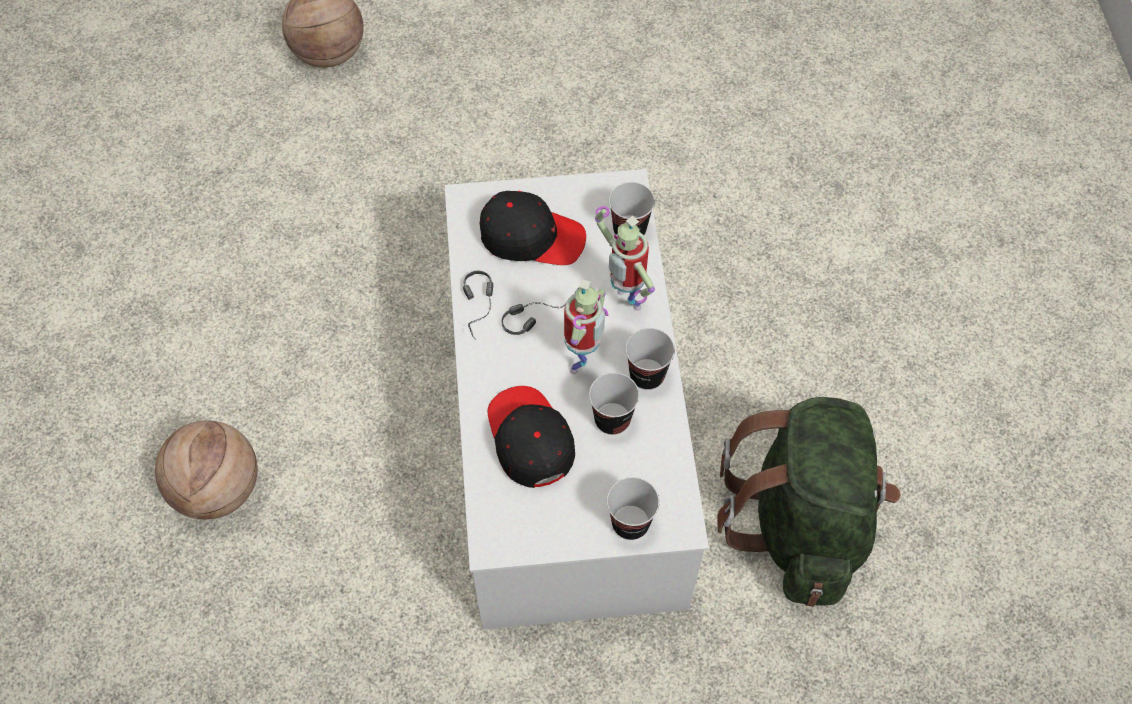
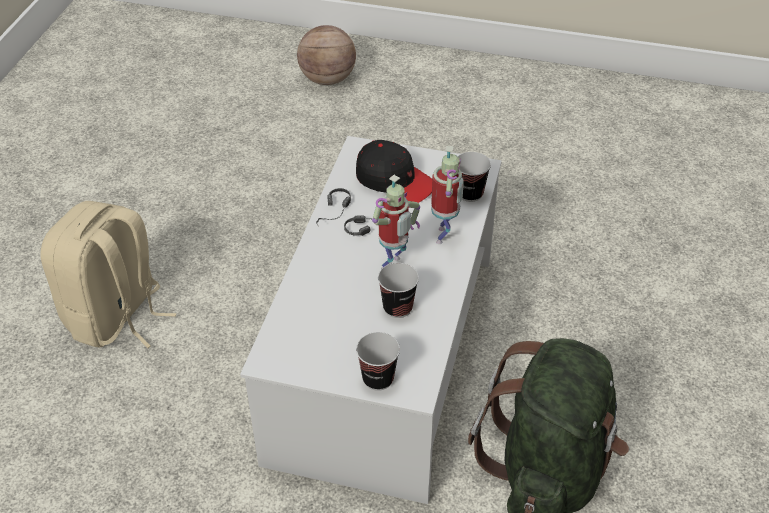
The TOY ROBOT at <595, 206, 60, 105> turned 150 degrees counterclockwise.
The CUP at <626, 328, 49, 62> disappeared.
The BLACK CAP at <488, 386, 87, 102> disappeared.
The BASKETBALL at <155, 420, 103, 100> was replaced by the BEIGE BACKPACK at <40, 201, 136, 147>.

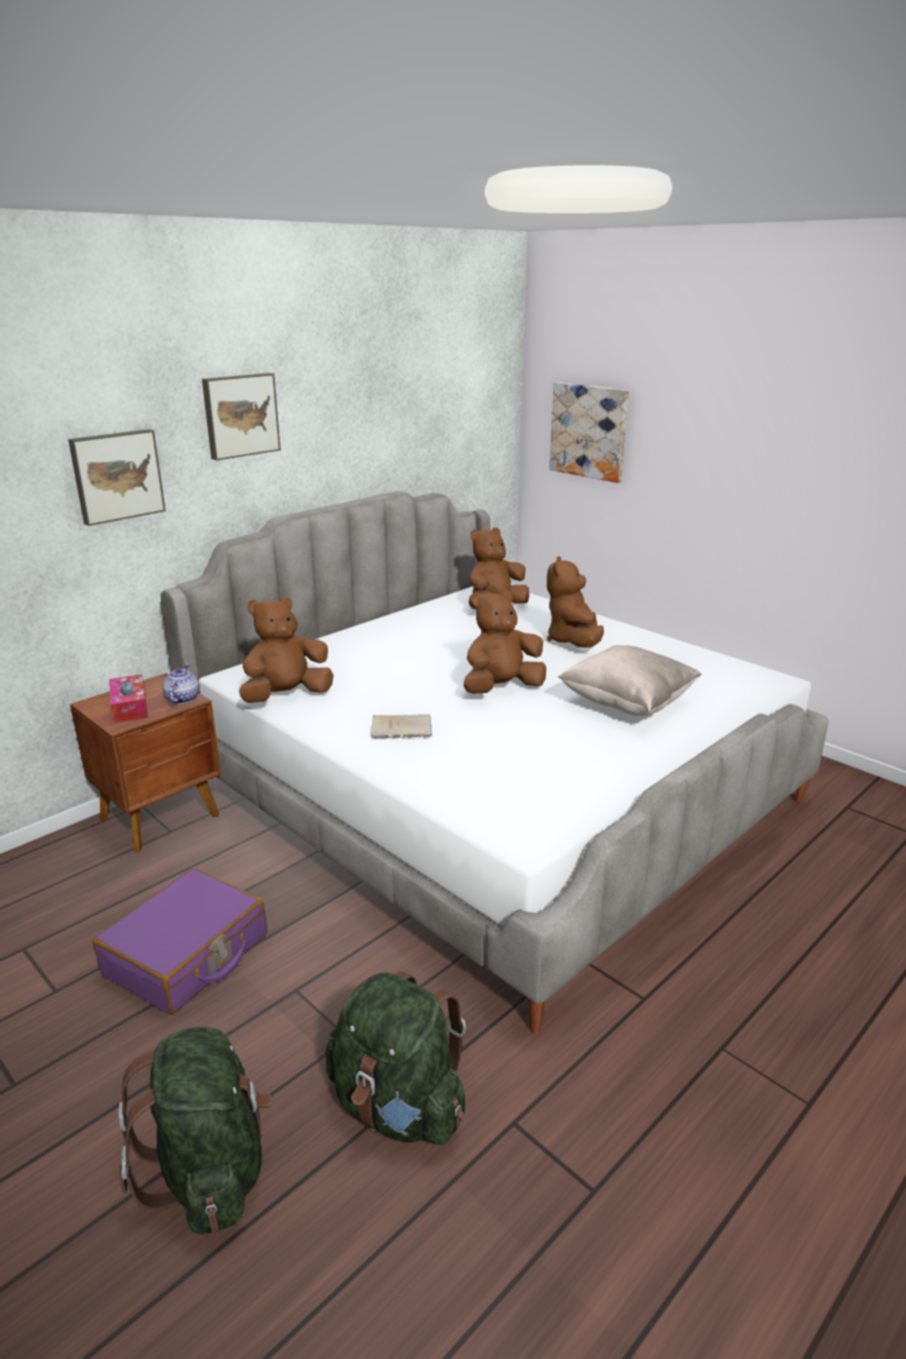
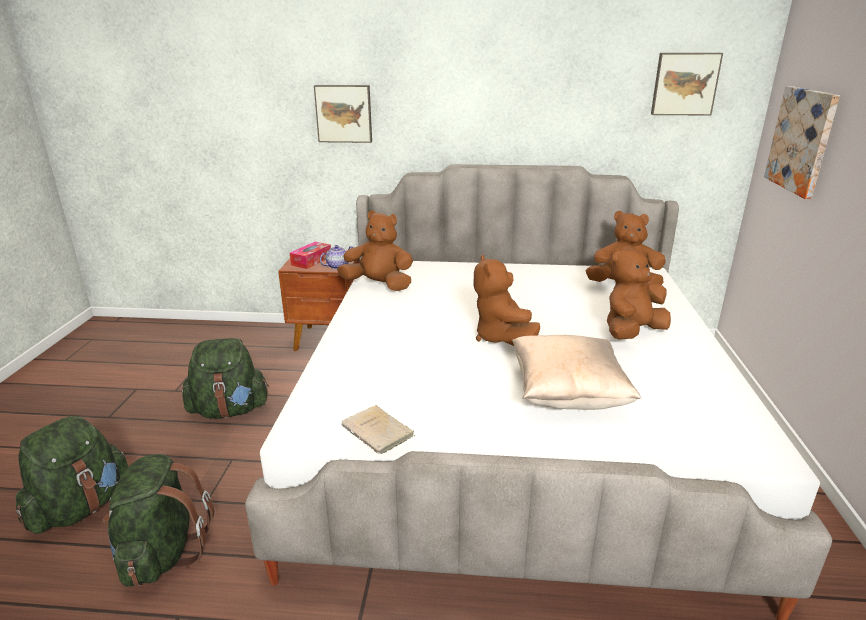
The PICTURE moved from <202, 373, 79, 87> to <651, 53, 72, 63>.
The BROWN PLUSH TOY at <464, 590, 82, 104> turned 120 degrees counterclockwise.
The BEIGE BOOK moved from <371, 714, 61, 24> to <341, 405, 75, 49>.
The PURPLE SUITCASE at <93, 868, 174, 147> was replaced by the GREEN BACKPACK at <182, 338, 87, 81>.

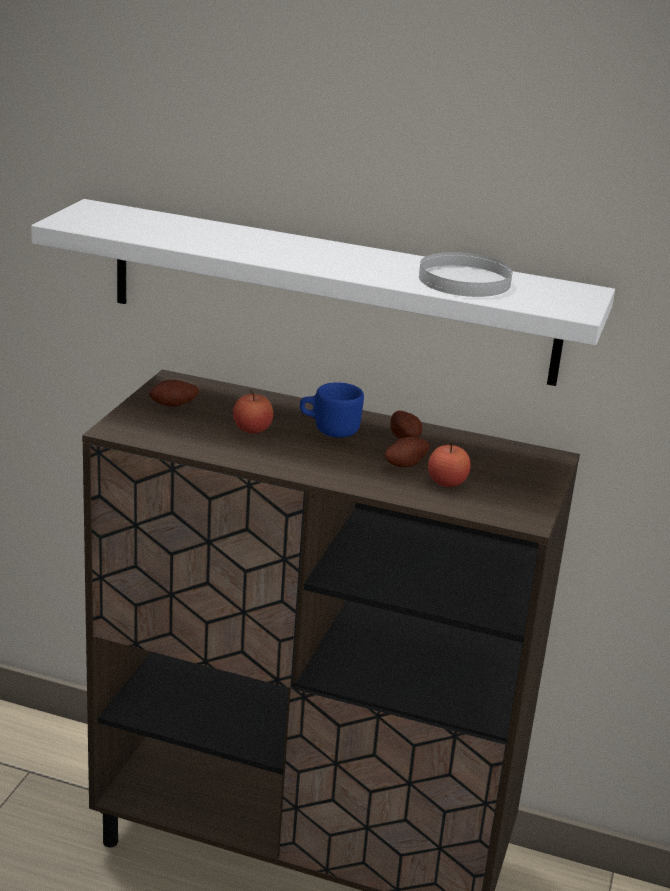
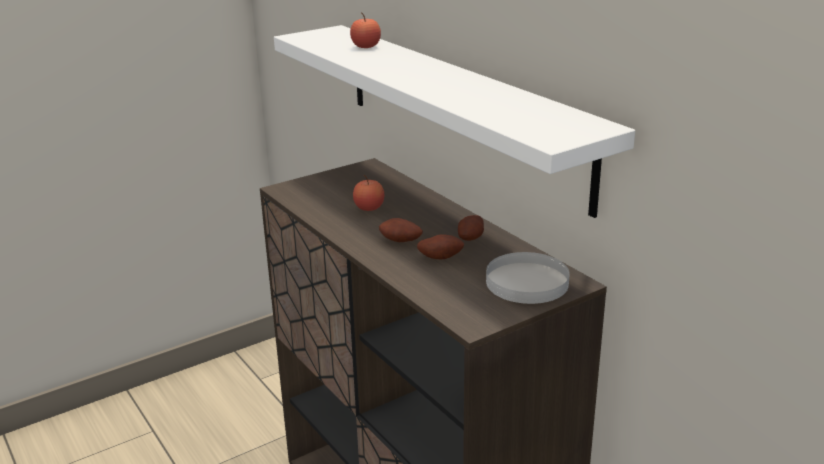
The WHITE PLATE moved from <419, 252, 94, 45> to <486, 252, 84, 52>.
The POTATO moved from <149, 380, 50, 27> to <379, 218, 44, 24>.
The BLUE MUG at <300, 382, 64, 56> disappeared.
The APPLE moved from <428, 441, 43, 46> to <350, 12, 31, 36>.

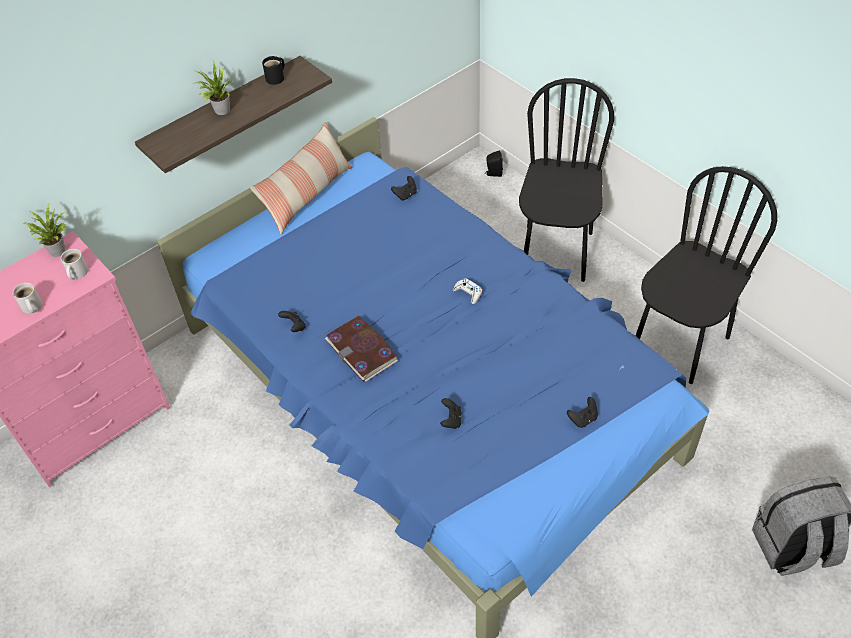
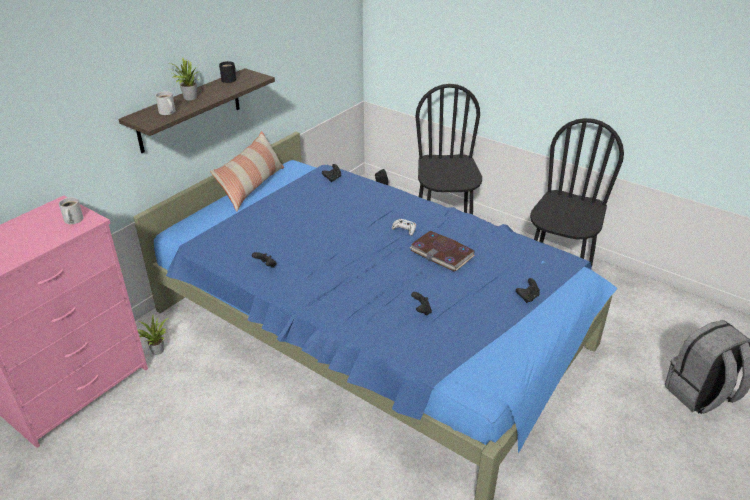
The POTTED PLANT moved from <24, 204, 43, 53> to <138, 315, 31, 40>.
The WHITE MUG moved from <13, 283, 29, 31> to <155, 91, 21, 24>.
The BOOK moved from <325, 316, 73, 66> to <409, 231, 66, 41>.

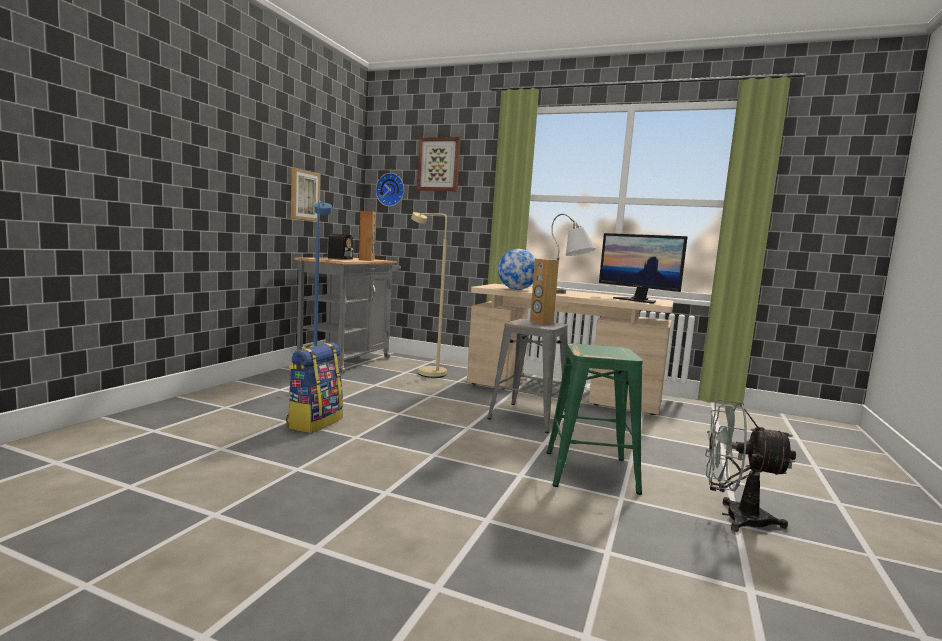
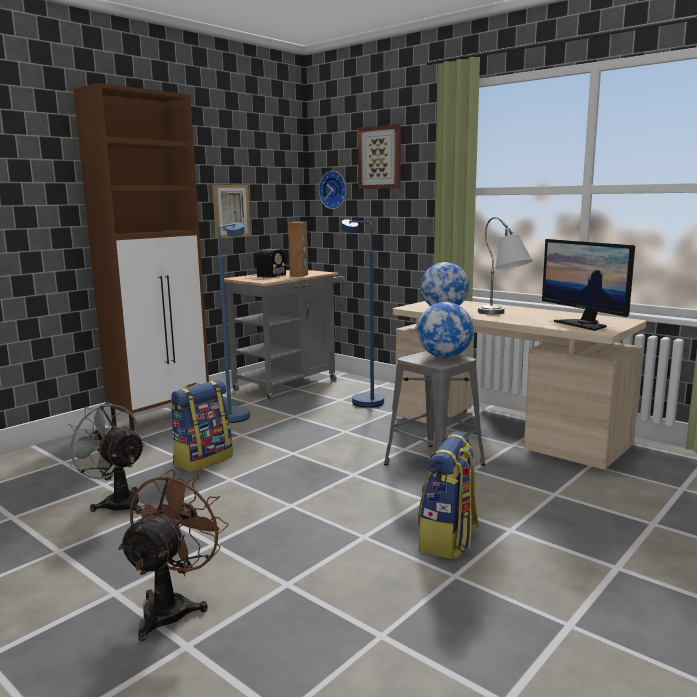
The BEIGE FLOOR LAMP at <411, 212, 36, 166> became the BLUE FLOOR LAMP at <341, 219, 43, 189>.
The BROWN SPEAKER at <530, 259, 29, 66> was replaced by the GLOBE at <417, 302, 56, 56>.
The GREEN STOOL at <546, 343, 97, 152> was replaced by the BACKPACK at <417, 431, 62, 128>.
The GREY FAN moved from <705, 400, 91, 132> to <62, 402, 84, 112>.
The BROWN CABINET at <73, 83, 136, 348> appeared.
The BROWN FAN at <118, 469, 110, 172> appeared.

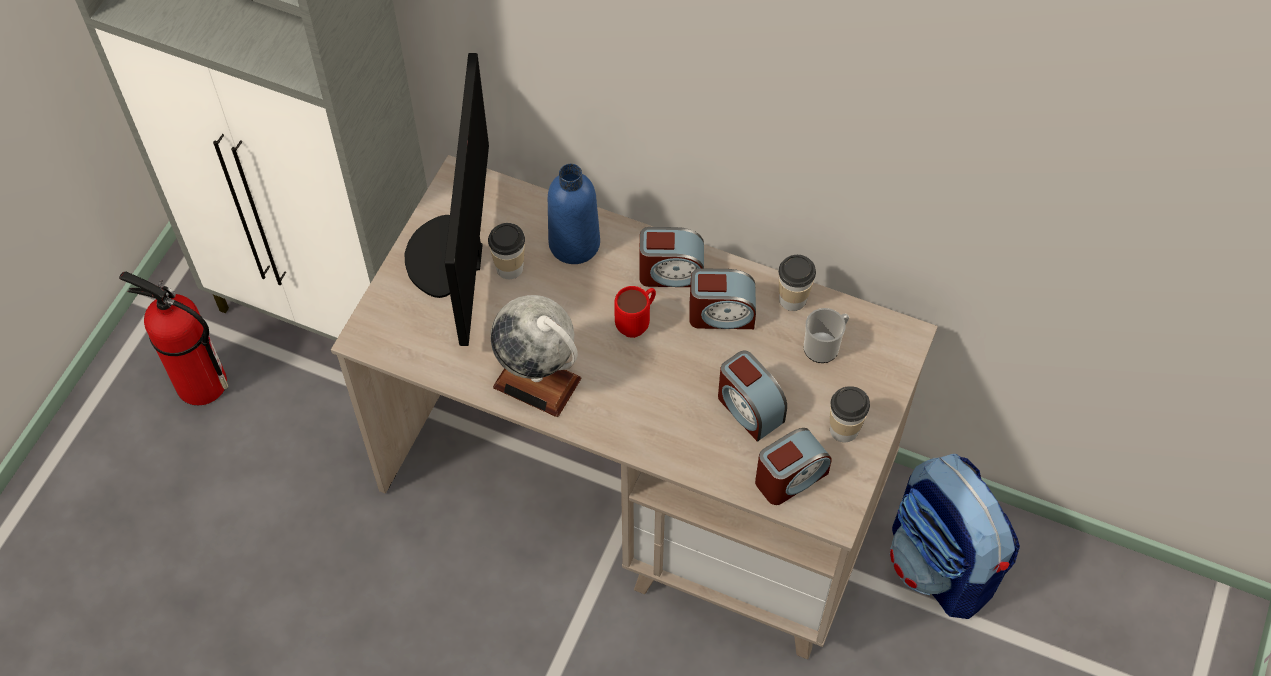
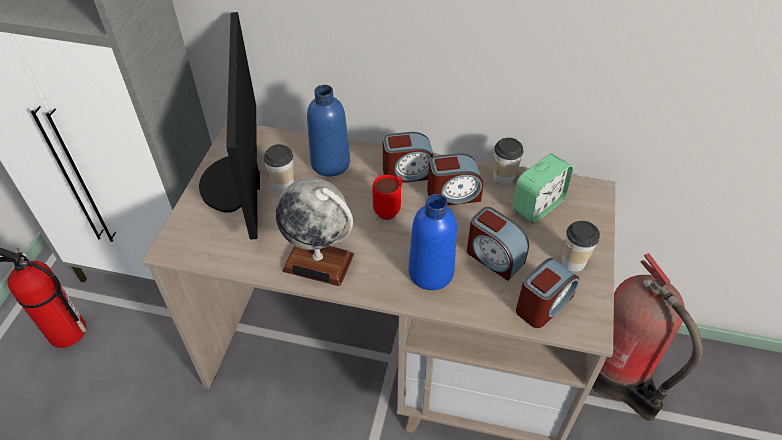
The MUG at <804, 308, 45, 55> was replaced by the ALARM CLOCK at <513, 154, 60, 69>.
The BACKPACK at <890, 454, 130, 165> was replaced by the FIRE EXTINGUISHER at <592, 253, 111, 168>.
The BLUE BOTTLE at <409, 194, 48, 96> appeared.

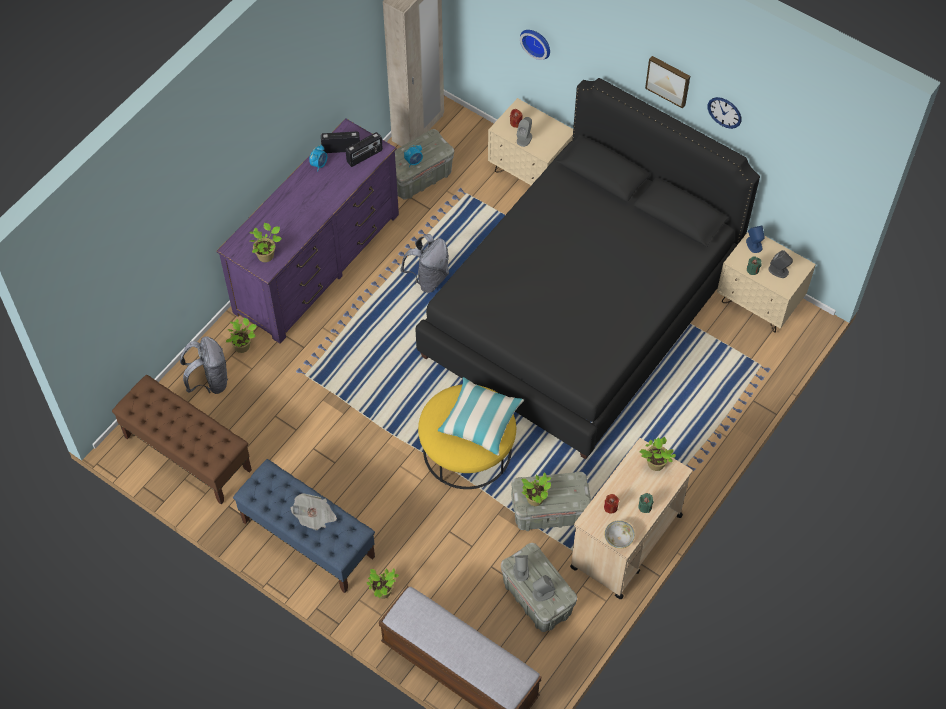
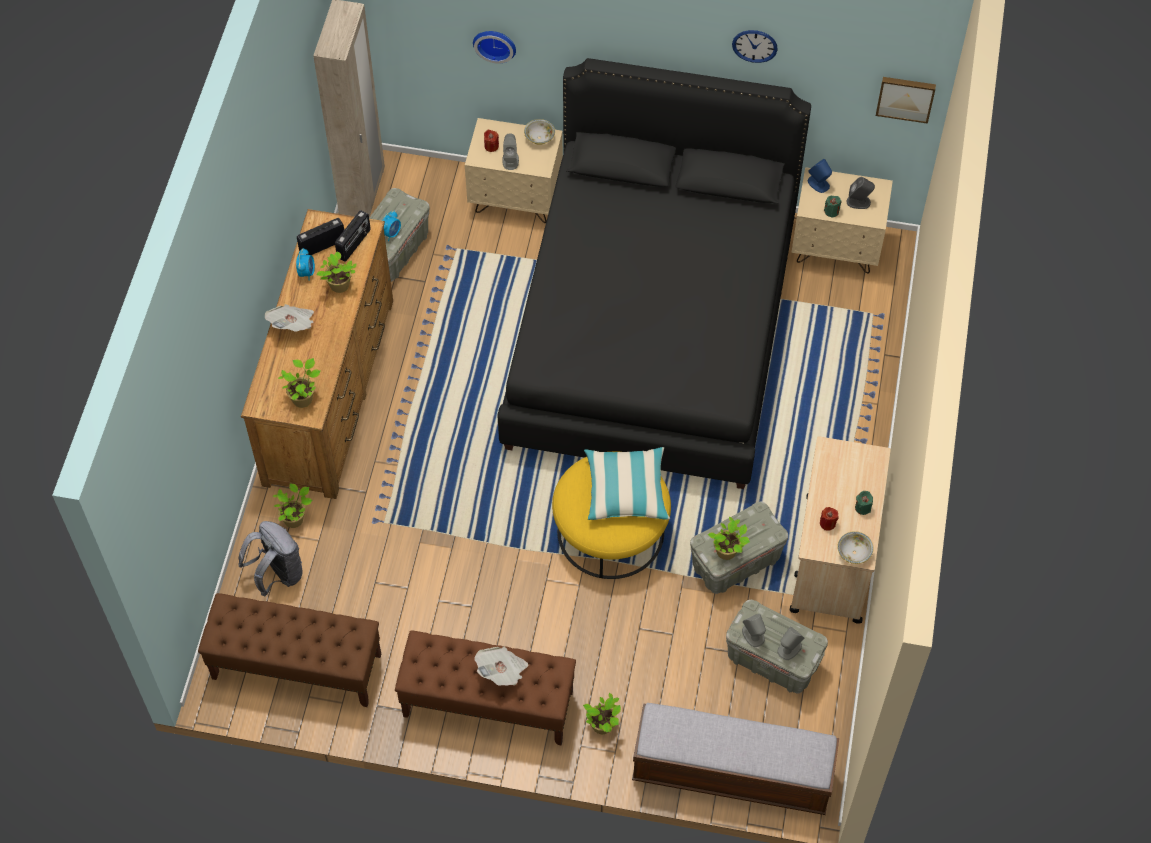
The PICTURE moved from <645, 56, 45, 53> to <876, 77, 60, 47>.
The PURPLE DRESSER at <216, 118, 183, 226> became the BROWN DRESSER at <241, 209, 152, 290>.
The GREY BACKPACK at <400, 234, 49, 59> disappeared.
The POTTED PLANT moved from <639, 437, 37, 34> to <317, 251, 40, 42>.
The BLUE BENCH at <233, 459, 142, 134> became the BROWN BENCH at <395, 630, 181, 116>.
The BOWL at <524, 119, 31, 26> appeared.
The NEWSPAPER at <265, 304, 49, 27> appeared.

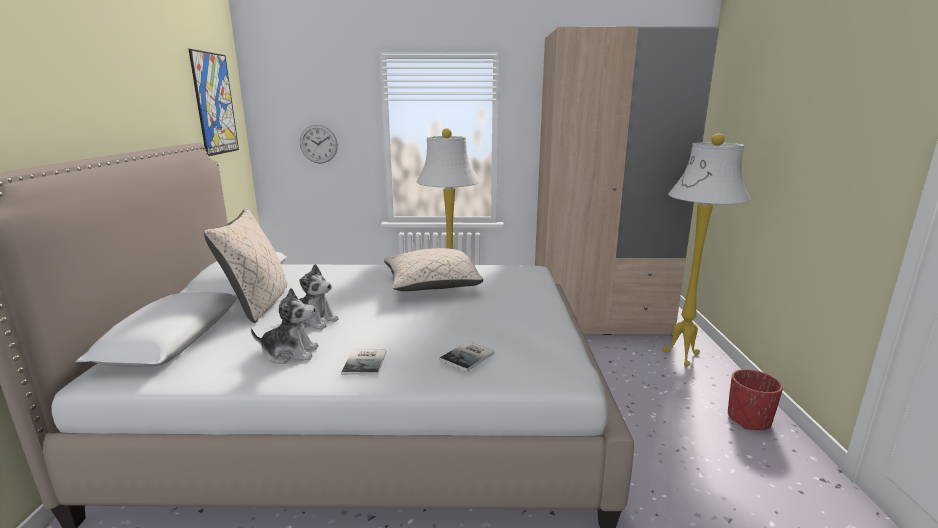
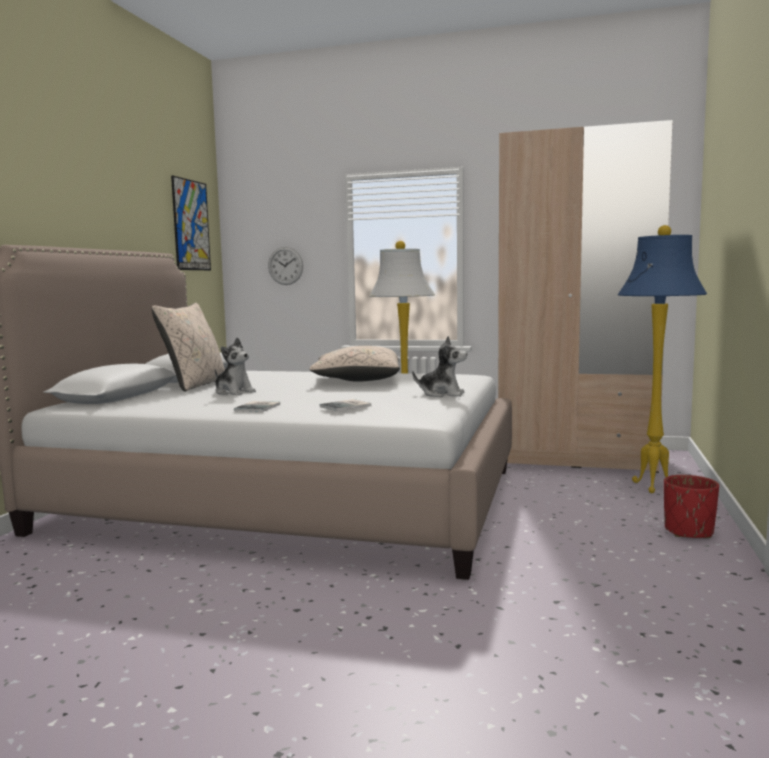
The WHITE FLOOR LAMP at <662, 134, 89, 232> became the BLUE FLOOR LAMP at <618, 225, 89, 268>.
The PLUSH TOY moved from <251, 288, 68, 76> to <412, 336, 55, 61>.

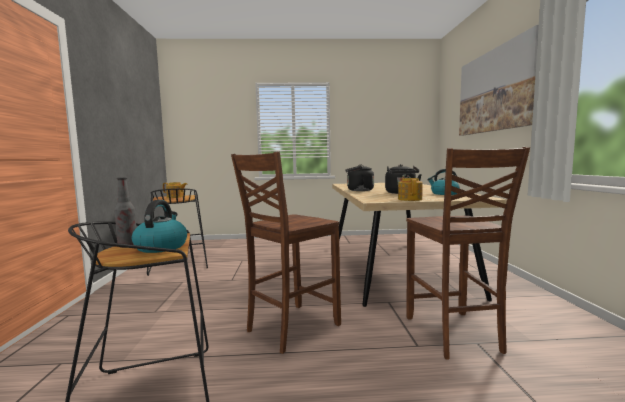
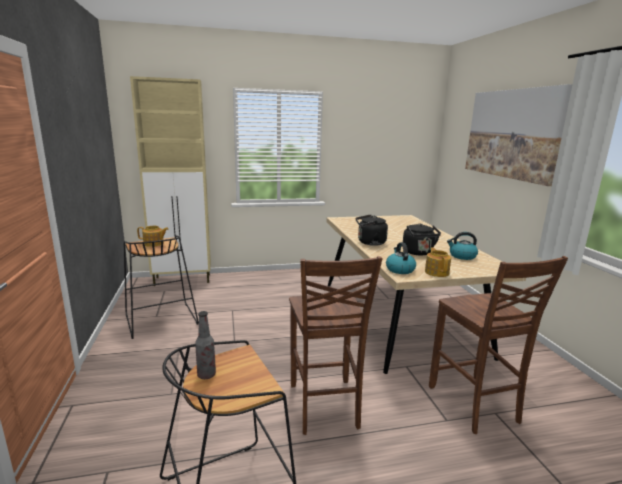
The BROWN CHAIR at <231, 152, 110, 202> turned 45 degrees counterclockwise.
The KETTLE moved from <132, 200, 55, 53> to <386, 242, 30, 32>.
The BEIGE CABINET at <130, 76, 81, 210> appeared.

